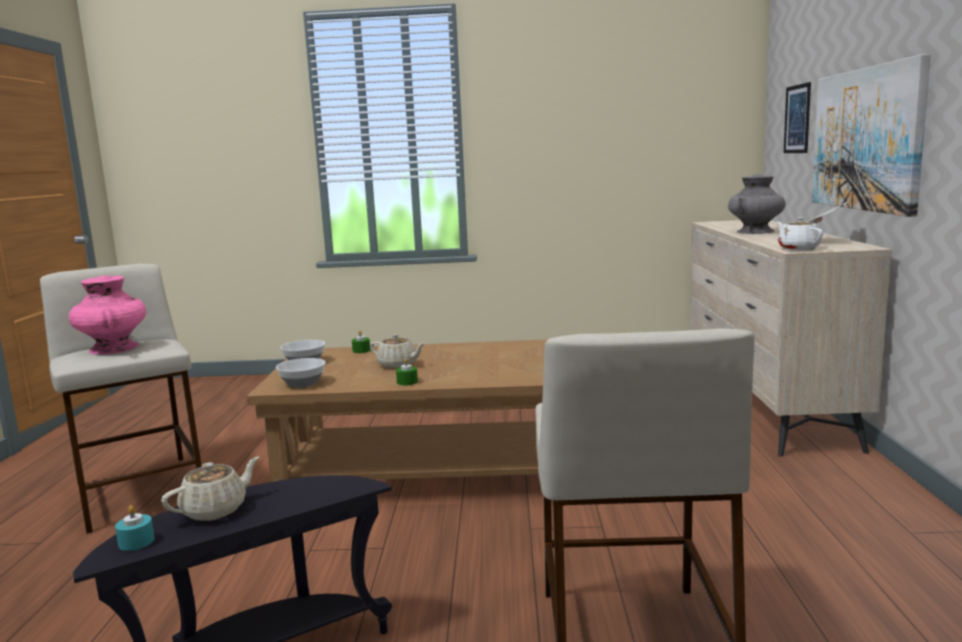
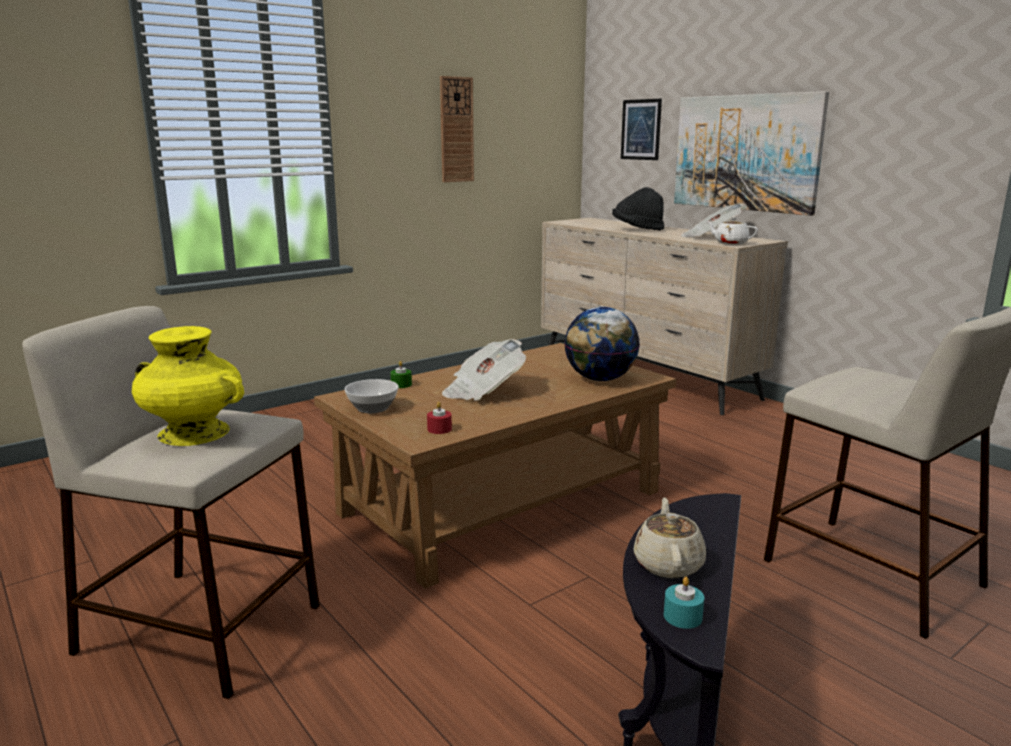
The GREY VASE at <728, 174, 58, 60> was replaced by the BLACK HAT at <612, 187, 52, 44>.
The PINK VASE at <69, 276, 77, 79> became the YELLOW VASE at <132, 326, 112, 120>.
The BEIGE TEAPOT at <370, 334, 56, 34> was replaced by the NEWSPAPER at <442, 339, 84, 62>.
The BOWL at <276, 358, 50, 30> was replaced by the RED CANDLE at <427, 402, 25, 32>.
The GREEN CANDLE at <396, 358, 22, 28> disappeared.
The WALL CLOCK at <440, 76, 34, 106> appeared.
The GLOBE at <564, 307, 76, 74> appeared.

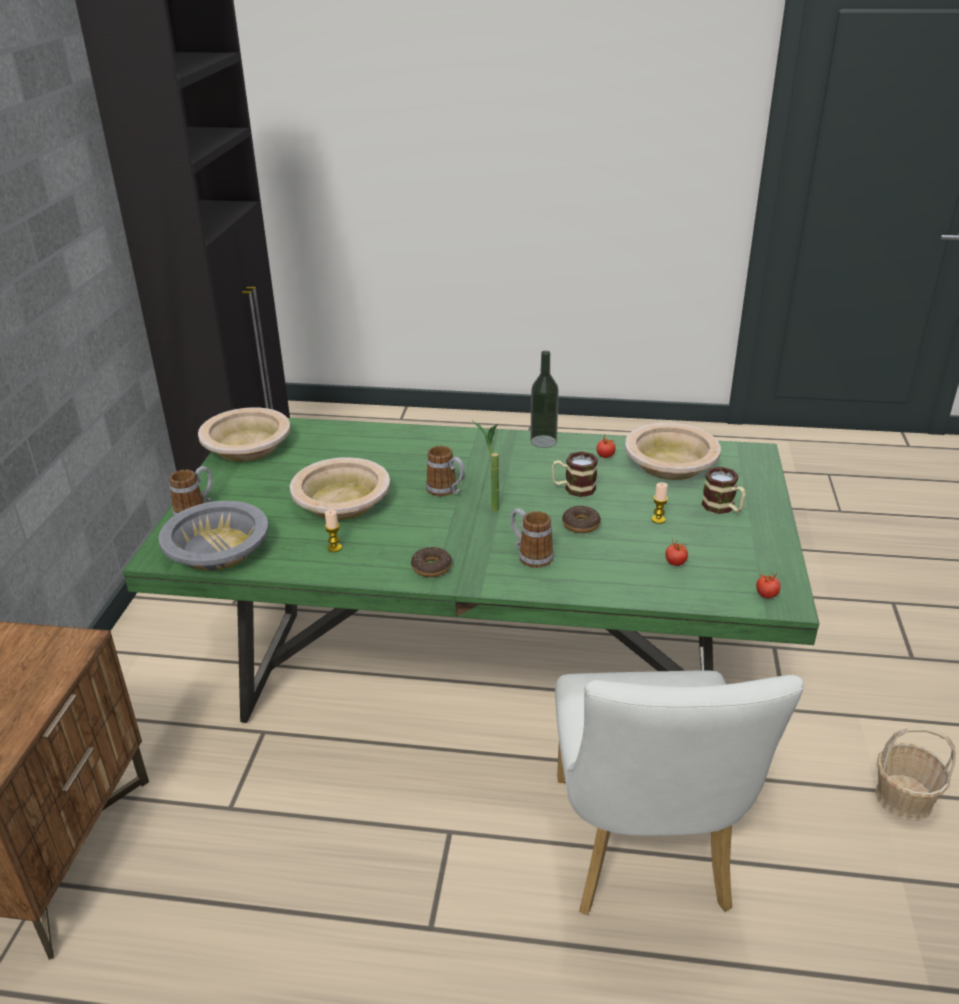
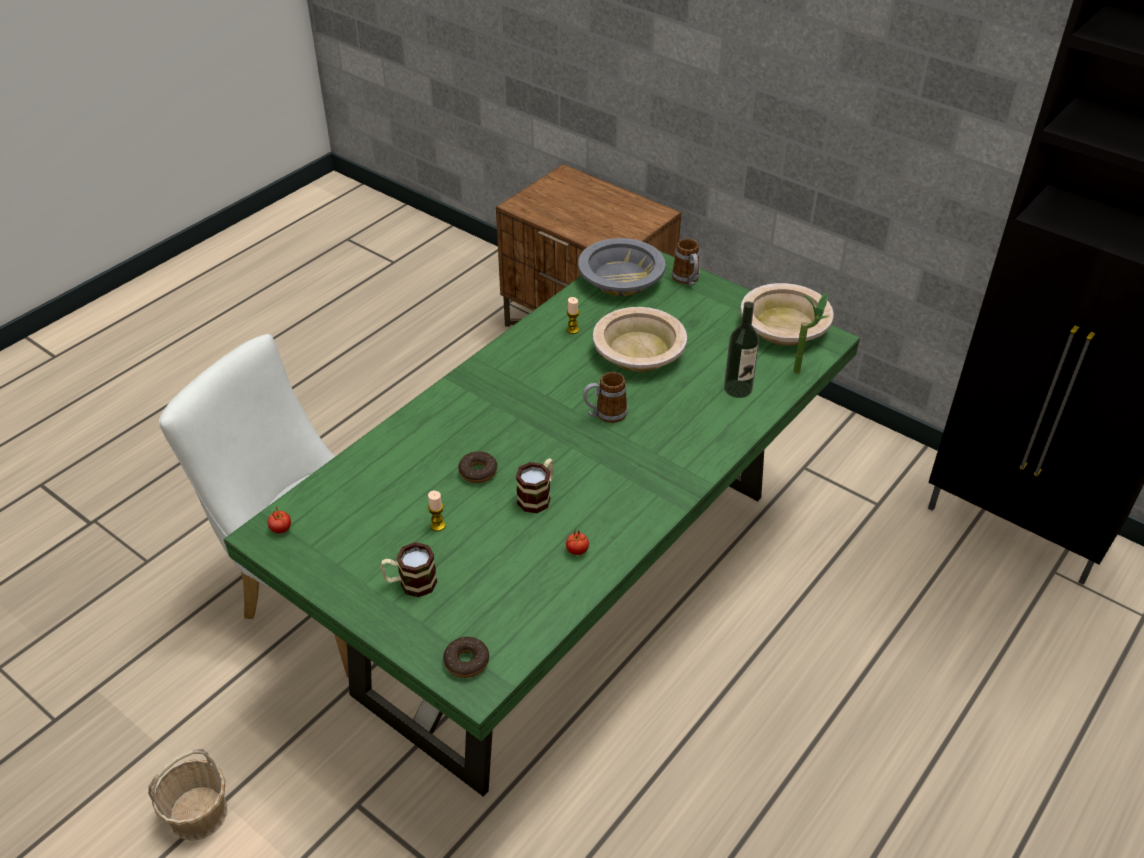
The BOTTLE moved from <530, 351, 29, 97> to <724, 302, 35, 96>.
The POTTED PLANT moved from <472, 421, 27, 90> to <793, 291, 36, 83>.
The BEIGE BOWL at <625, 423, 96, 57> disappeared.
The MUG at <510, 508, 44, 60> disappeared.
The TOMATO at <666, 538, 22, 28> disappeared.
The DONUT moved from <411, 547, 41, 30> to <443, 637, 46, 41>.

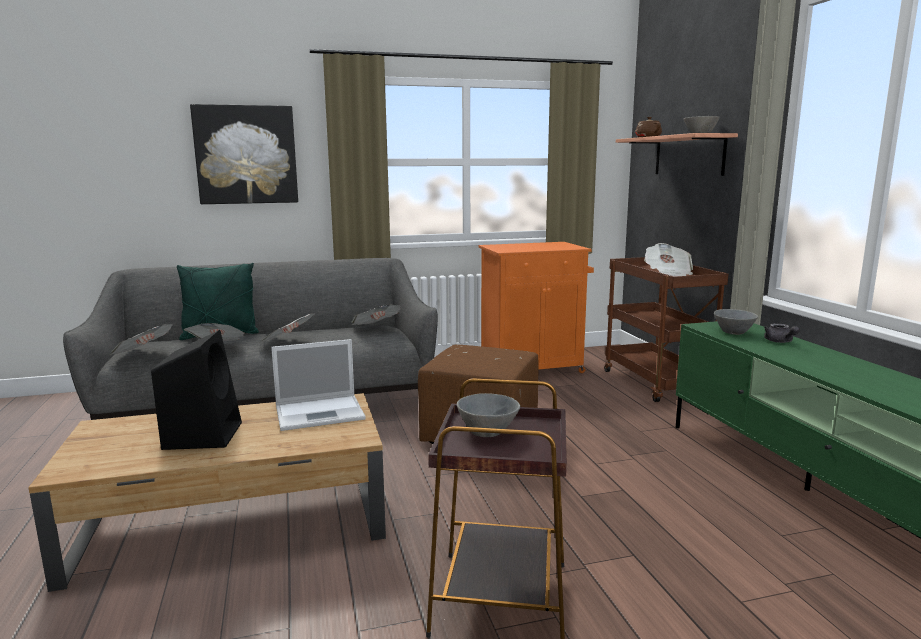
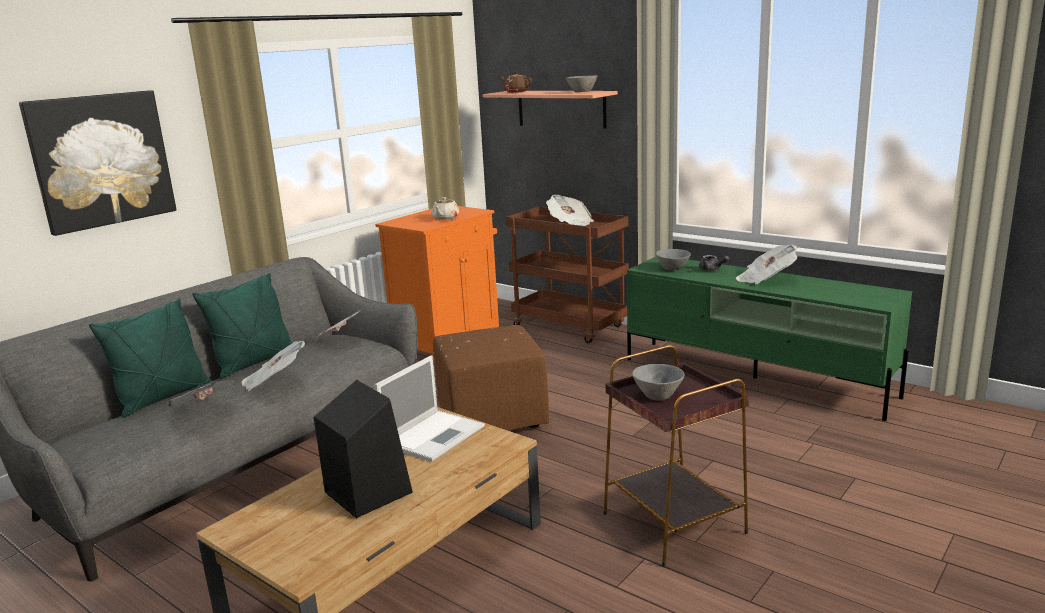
The NEWSPAPER moved from <109, 324, 64, 31> to <736, 245, 61, 39>.
The BEIGE TEAPOT at <432, 197, 27, 23> appeared.
The GREEN PILLOW at <192, 273, 100, 106> appeared.

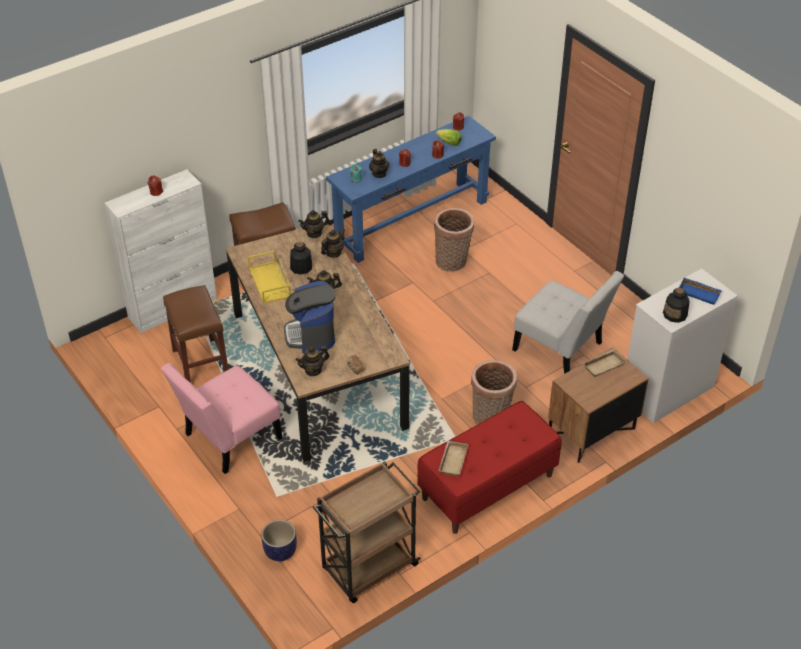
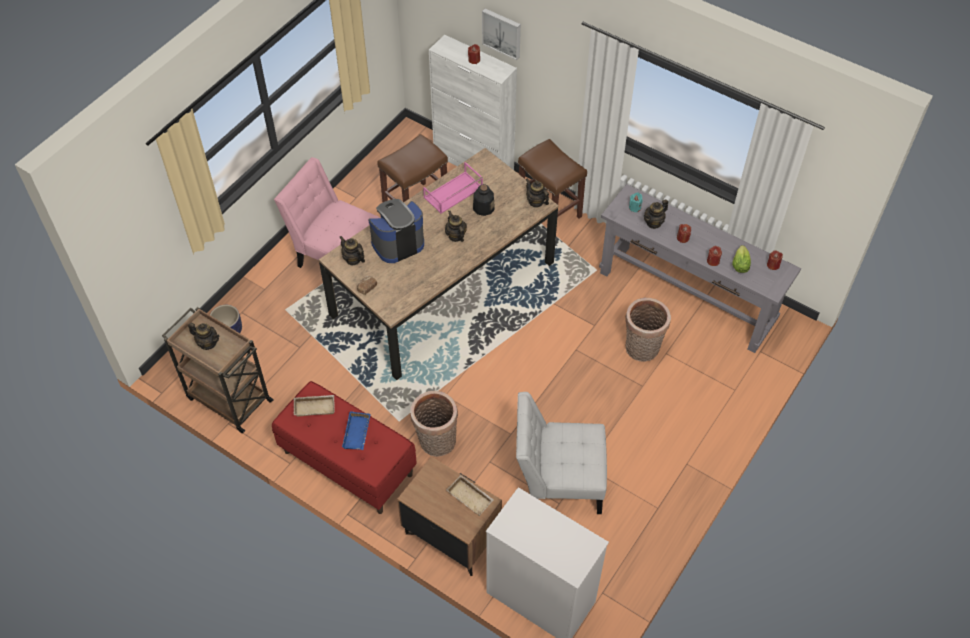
The BLUE CONSOLE TABLE at <326, 115, 170, 148> became the GREY CONSOLE TABLE at <599, 184, 202, 169>.
The TEAPOT moved from <321, 229, 24, 29> to <188, 323, 31, 27>.
The YELLOW TRAY at <248, 250, 43, 54> became the PINK TRAY at <423, 162, 60, 52>.
The WHITE CHAIR at <512, 271, 112, 103> turned 75 degrees clockwise.
The BLUE TRAY moved from <679, 278, 43, 27> to <342, 411, 29, 39>.
The BOTTLE at <663, 288, 27, 35> disappeared.
The PICTURE at <482, 9, 39, 51> appeared.

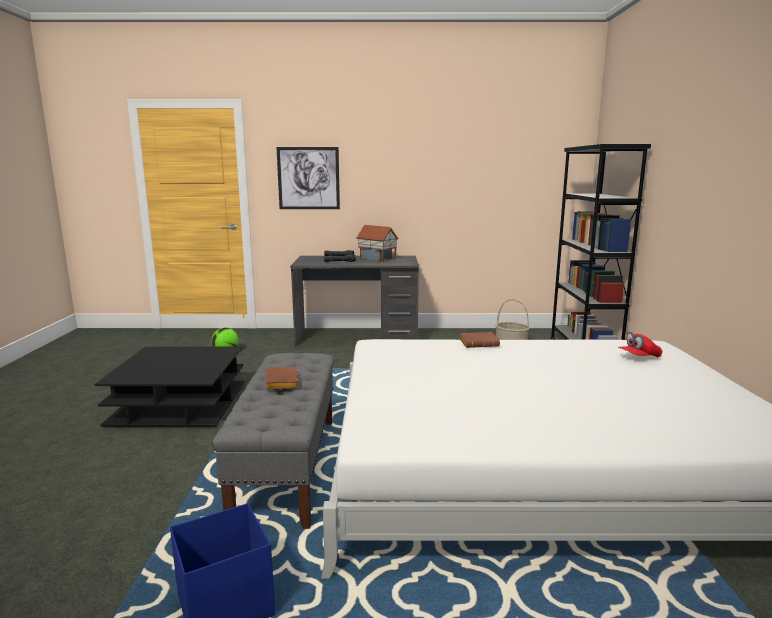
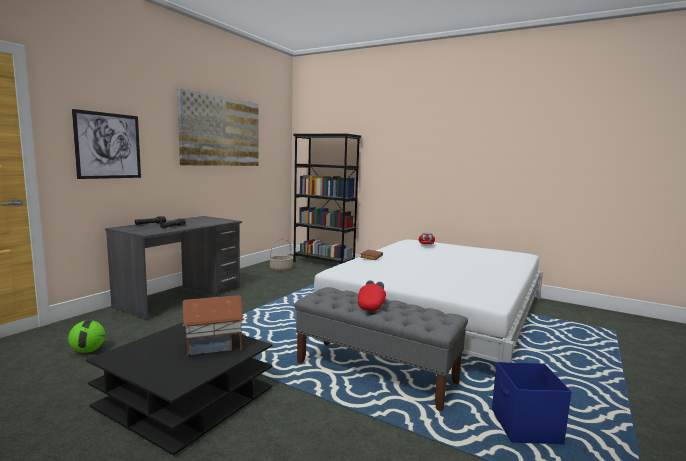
The TOY HOUSE moved from <356, 225, 43, 37> to <183, 295, 61, 61>.
The BROWN BOOK at <266, 367, 33, 22> was replaced by the RED CAP at <358, 280, 28, 31>.
The PICTURE at <177, 88, 82, 78> appeared.

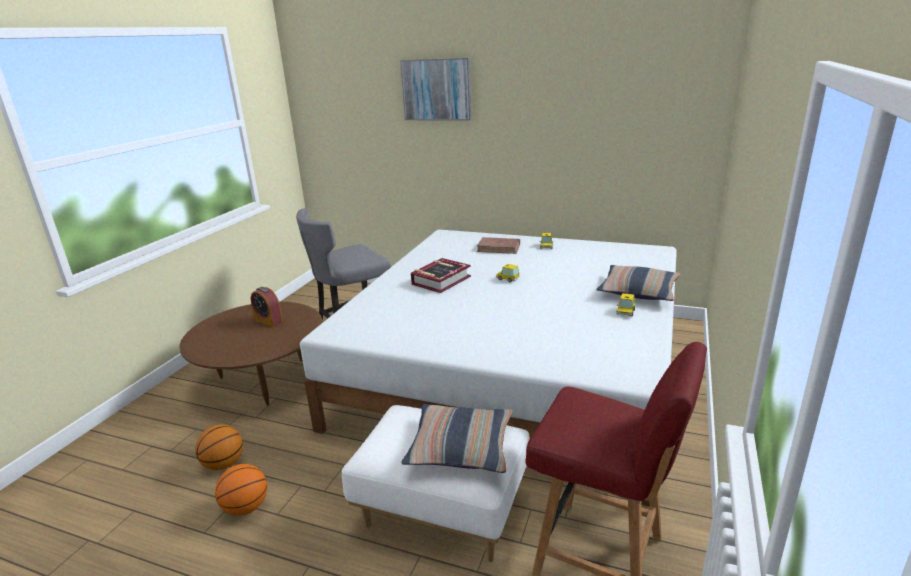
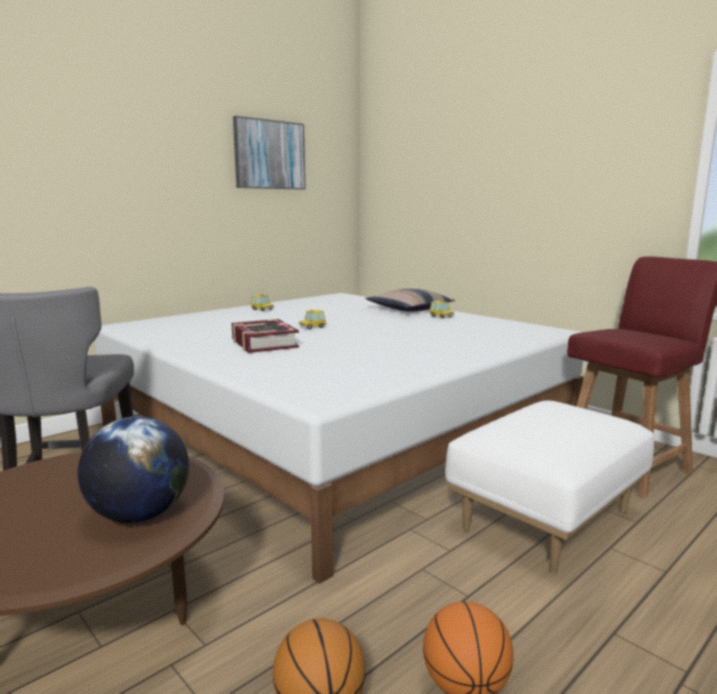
The PICTURE moved from <400, 58, 72, 63> to <233, 116, 72, 74>.
The BROWN BOOK at <477, 237, 43, 17> disappeared.
The ALARM CLOCK at <251, 287, 32, 40> disappeared.
The PILLOW at <401, 404, 111, 69> disappeared.
The GLOBE at <77, 416, 112, 107> appeared.

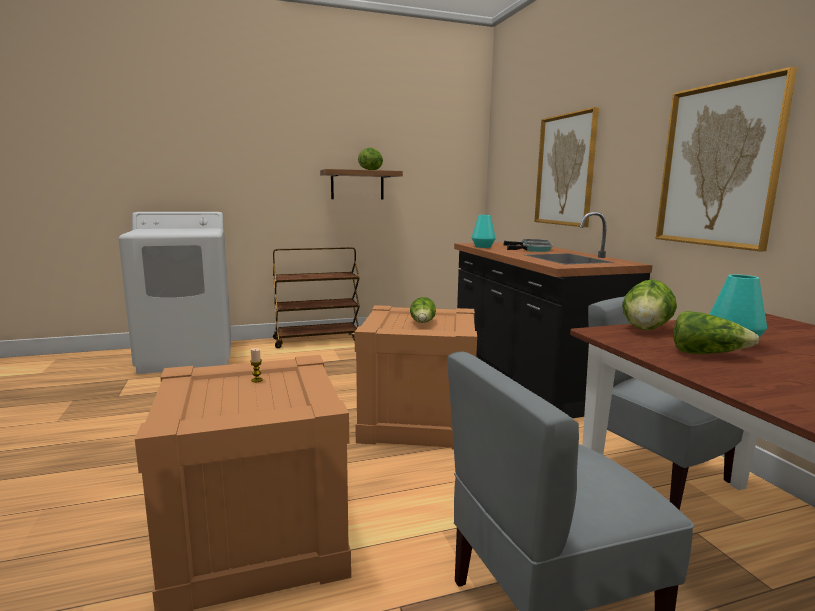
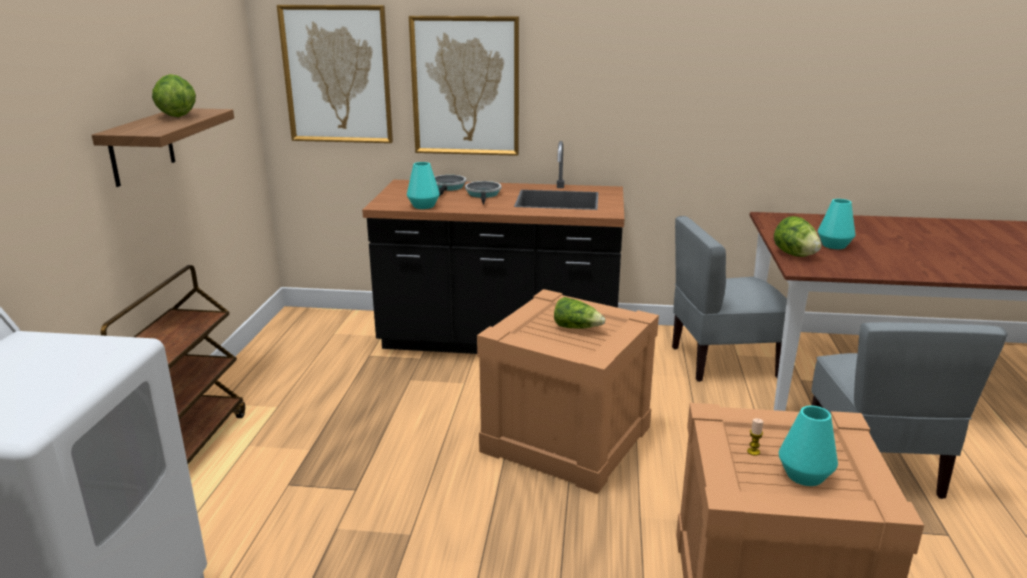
The PICTURE moved from <656, 67, 141, 184> to <277, 5, 116, 138>.
The LETTUCE at <674, 311, 85, 43> disappeared.
The TURQUOISE VASE at <779, 406, 59, 80> appeared.

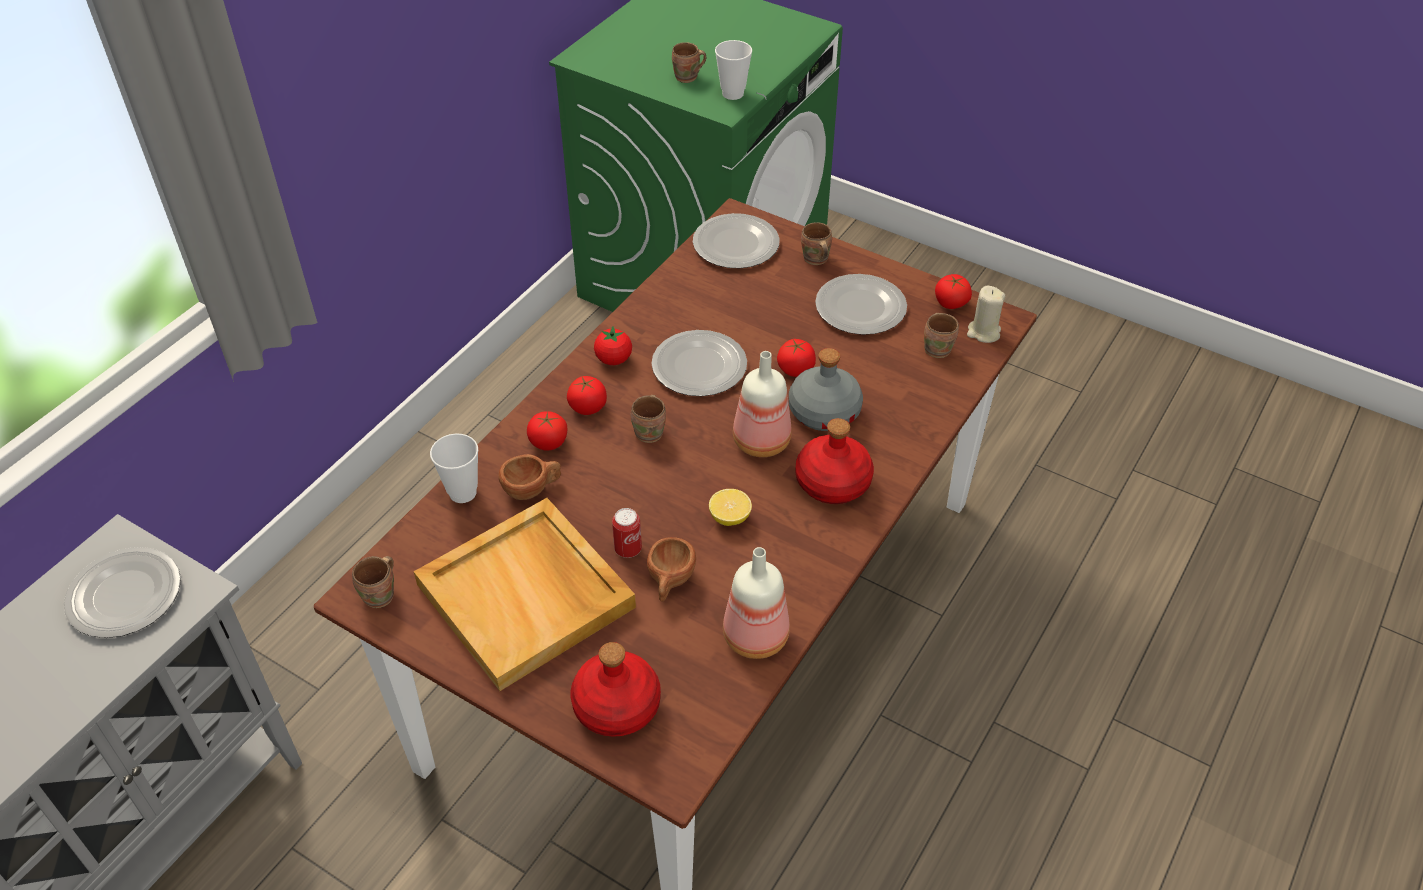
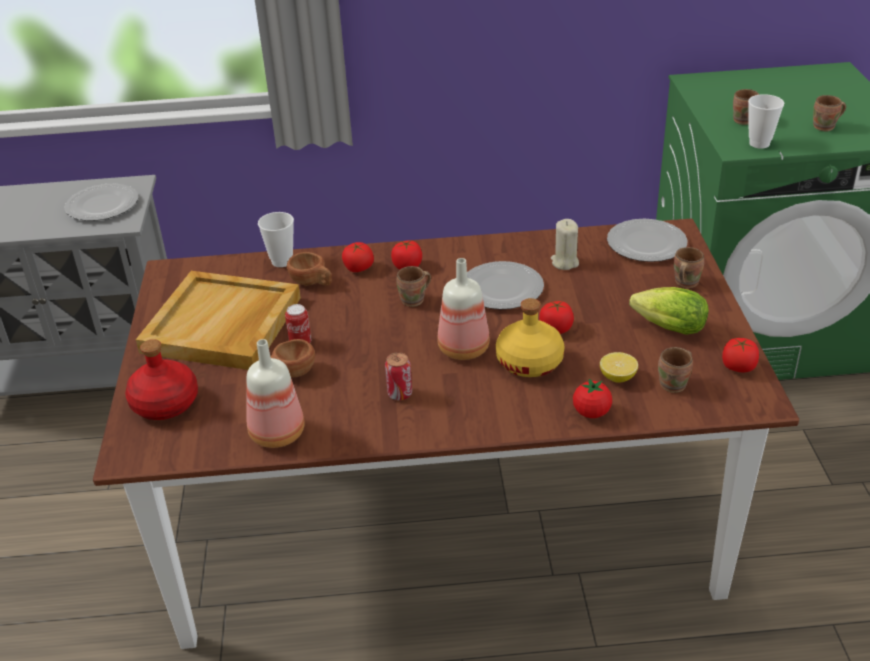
The PLATE at <815, 274, 92, 61> was replaced by the LETTUCE at <629, 287, 80, 48>.
The BEIGE CANDLE moved from <967, 286, 38, 57> to <551, 219, 28, 51>.
The TOMATO moved from <594, 326, 38, 39> to <573, 378, 39, 40>.
The GREY BOTTLE at <789, 348, 74, 83> became the YELLOW BOTTLE at <496, 298, 69, 79>.
The RED BOTTLE at <796, 418, 78, 86> disappeared.
The LEMON moved from <709, 489, 43, 37> to <600, 352, 38, 31>.
The BROWN MUG moved from <352, 556, 42, 52> to <813, 95, 33, 36>.
The CAN at <385, 352, 27, 49> appeared.

